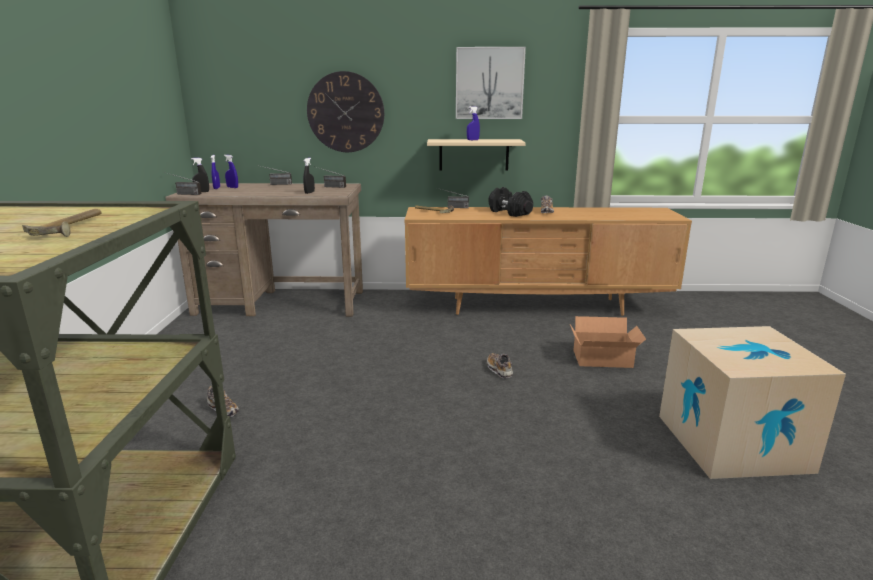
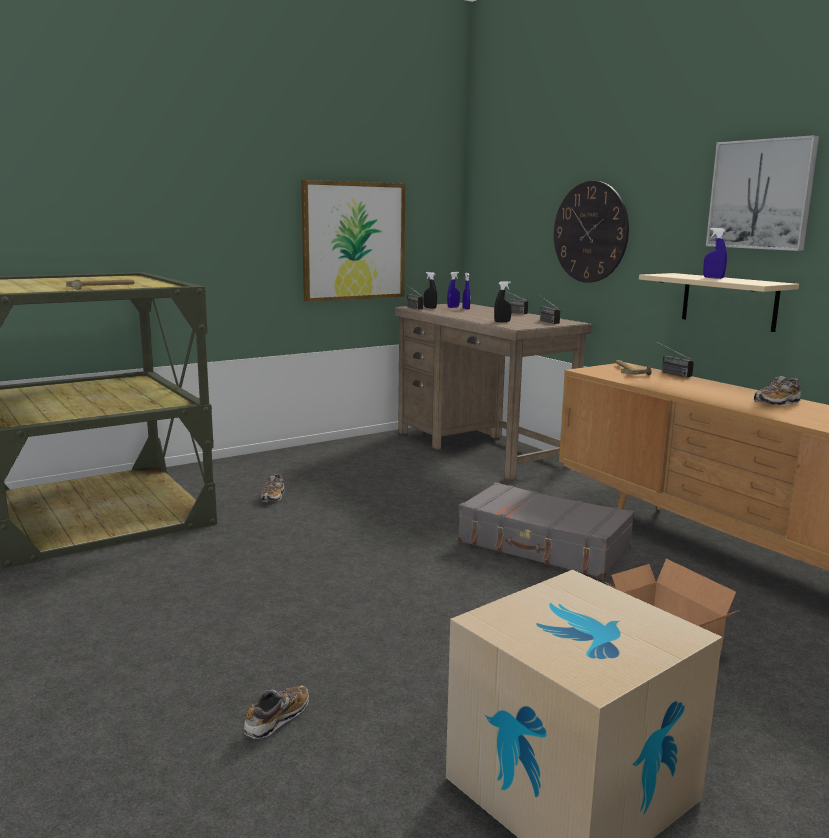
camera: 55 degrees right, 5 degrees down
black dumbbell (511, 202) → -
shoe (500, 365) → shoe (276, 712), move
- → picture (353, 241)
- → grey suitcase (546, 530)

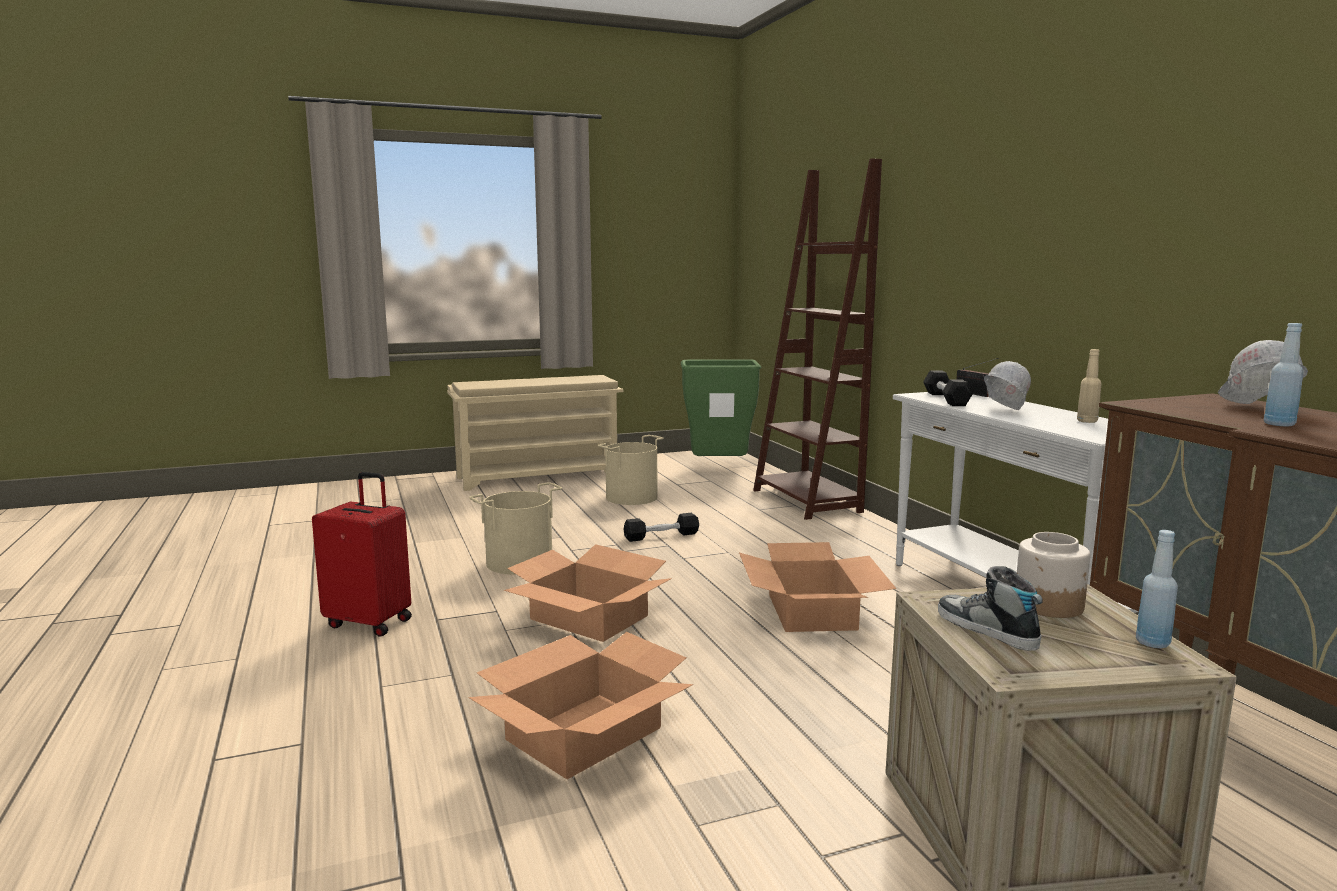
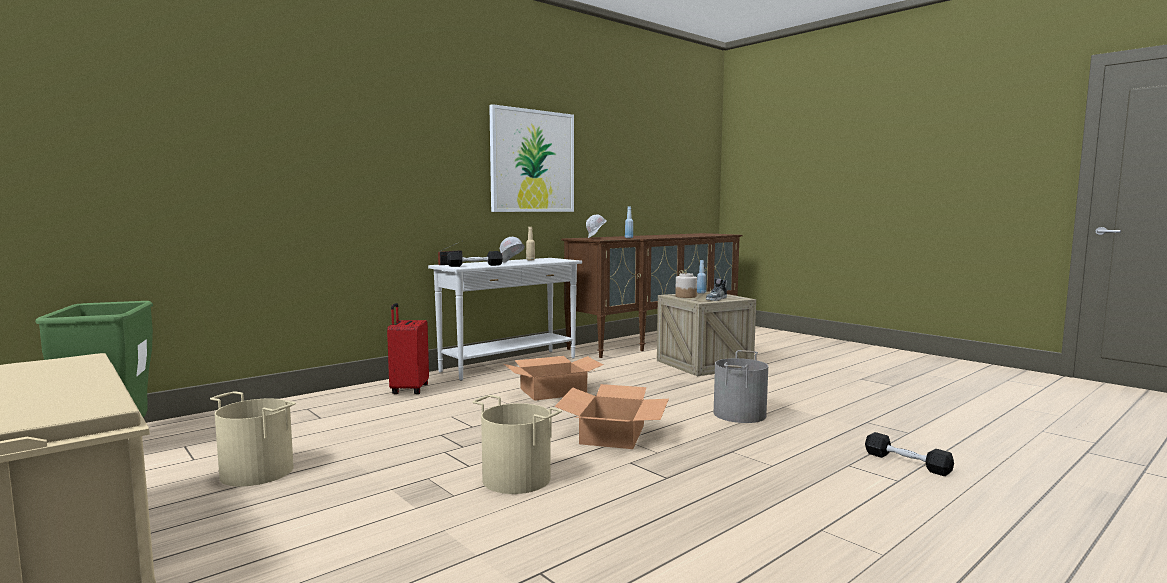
camera: 110 degrees left, 5 degrees down
brown bookcase (817, 339) → -
red suitcase (362, 554) → red suitcase (408, 348), move
black dumbbell (661, 527) → black dumbbell (909, 454), move
cardboard box (580, 705) → grey bucket (741, 386)
- → picture (531, 158)

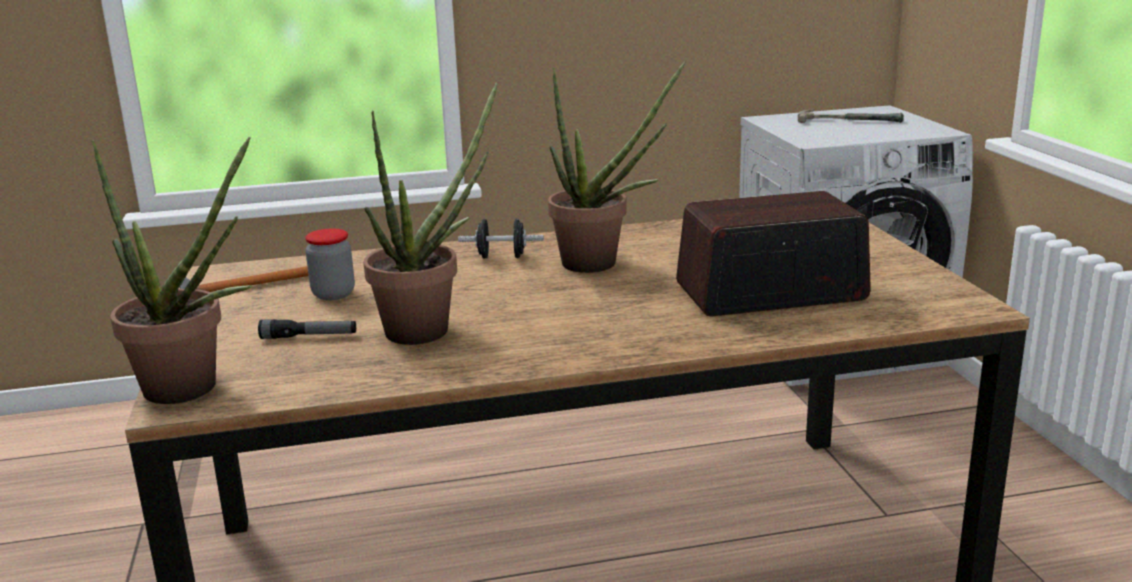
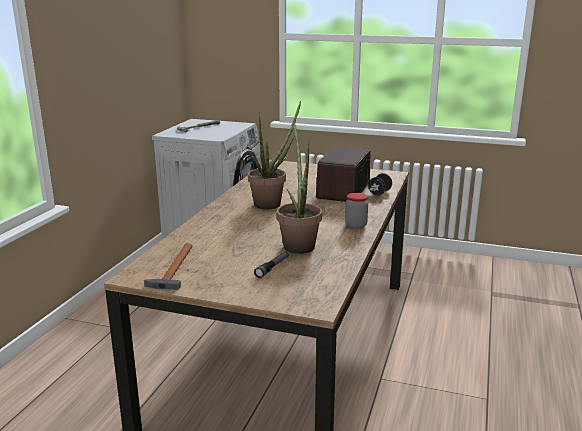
camera: 60 degrees left, 0 degrees up
potted plant (171, 270) → -
black dumbbell (501, 239) → black dumbbell (380, 184), move
jar (330, 264) → jar (356, 211), move

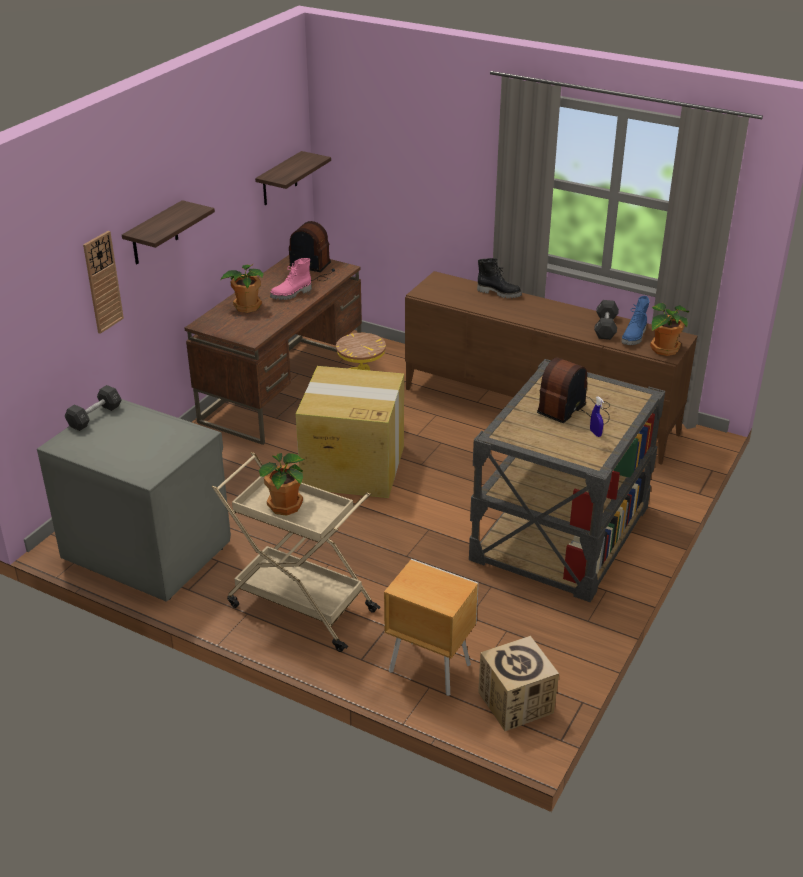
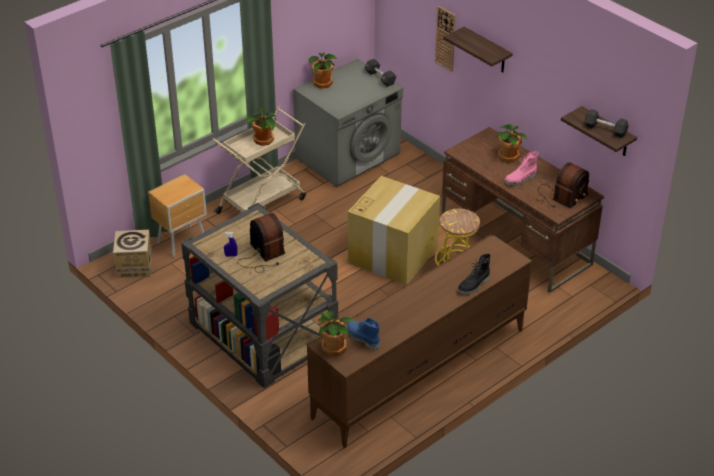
camera: 110 degrees right, 5 degrees up
pink boot (291, 279) → pink boot (521, 169), 105 degrees counterclockwise
black dumbbell (606, 320) → black dumbbell (607, 123), move
- → potted plant (322, 70)

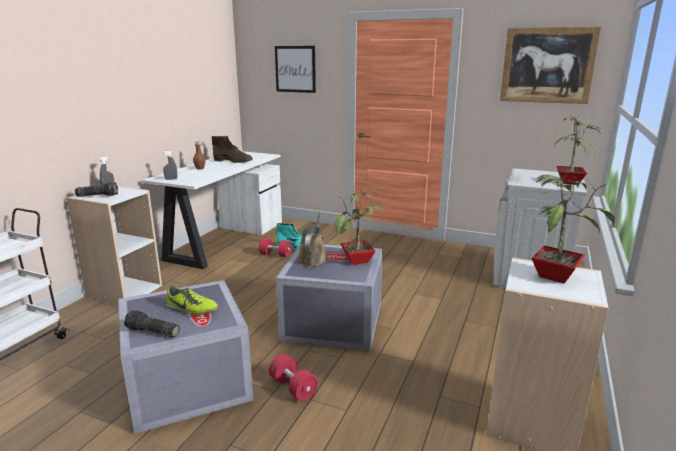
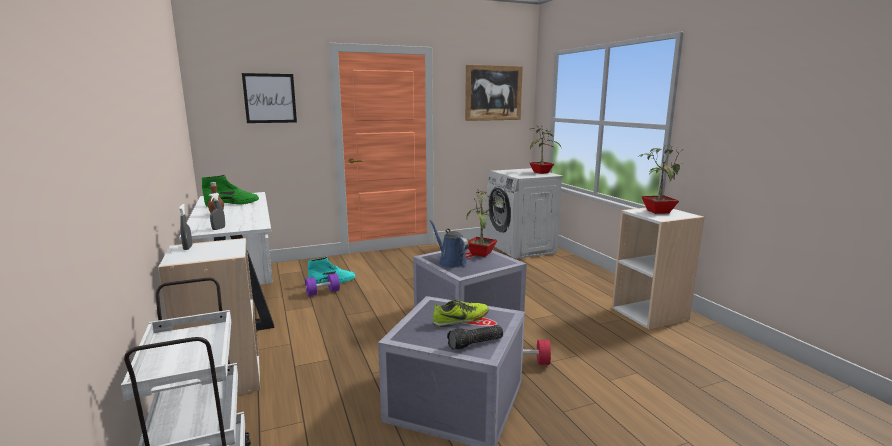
camera: 45 degrees left, 5 degrees down
brown boot (232, 149) → green boot (230, 191)
flashlight (96, 189) → -
brown watering can (312, 238) → blue watering can (449, 244)
red dumbbell (275, 247) → purple dumbbell (322, 285)

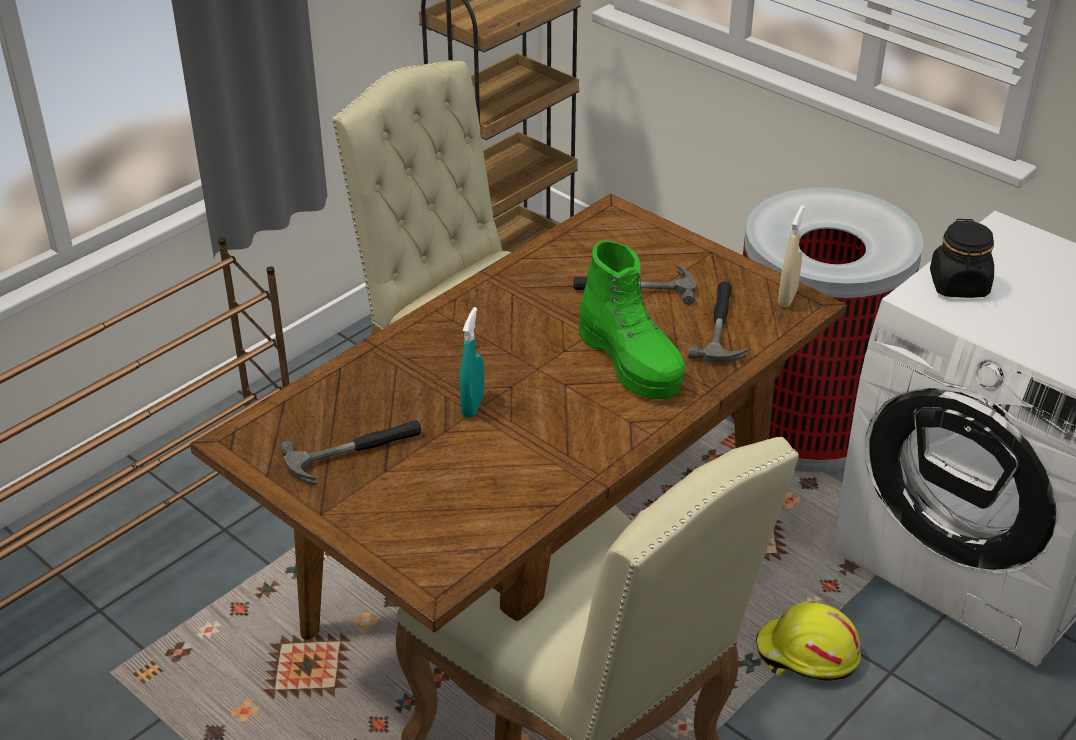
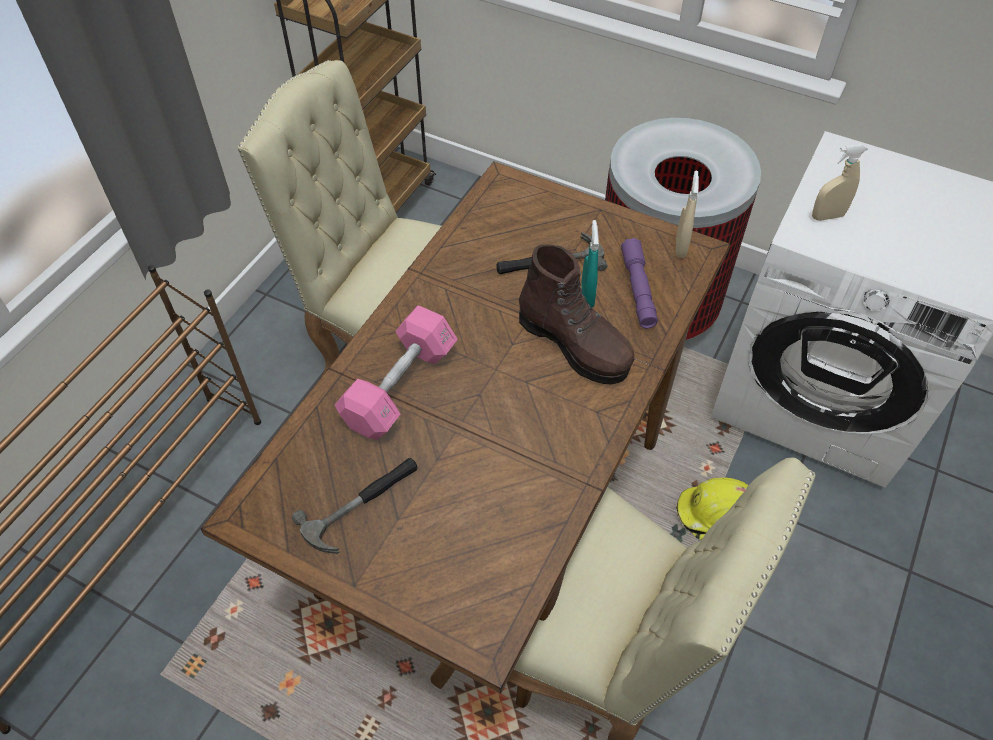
camera: 15 degrees left, 15 degrees up
black jar (962, 258) → beige spray bottle (840, 182)
green boot (632, 320) → brown boot (576, 314)
hammer (718, 322) → purple flashlight (639, 283)
turquoise spray bottle (472, 362) → turquoise spray bottle (590, 263), move
- → pink dumbbell (396, 372)

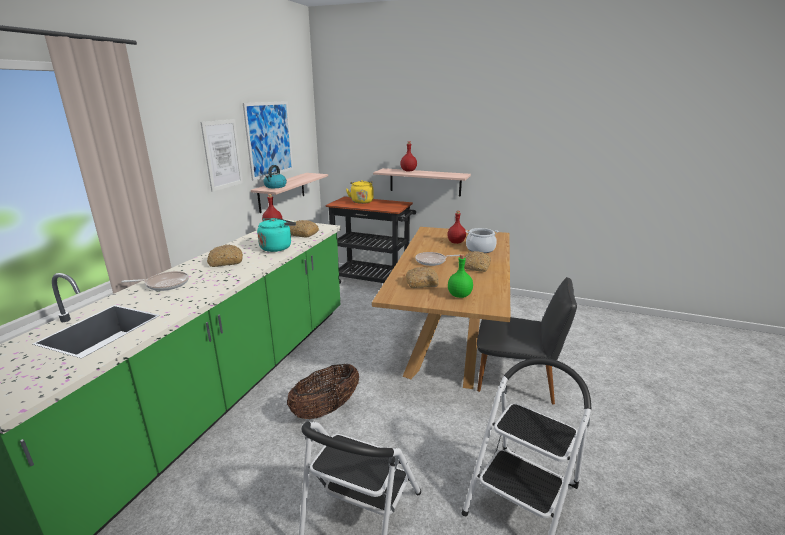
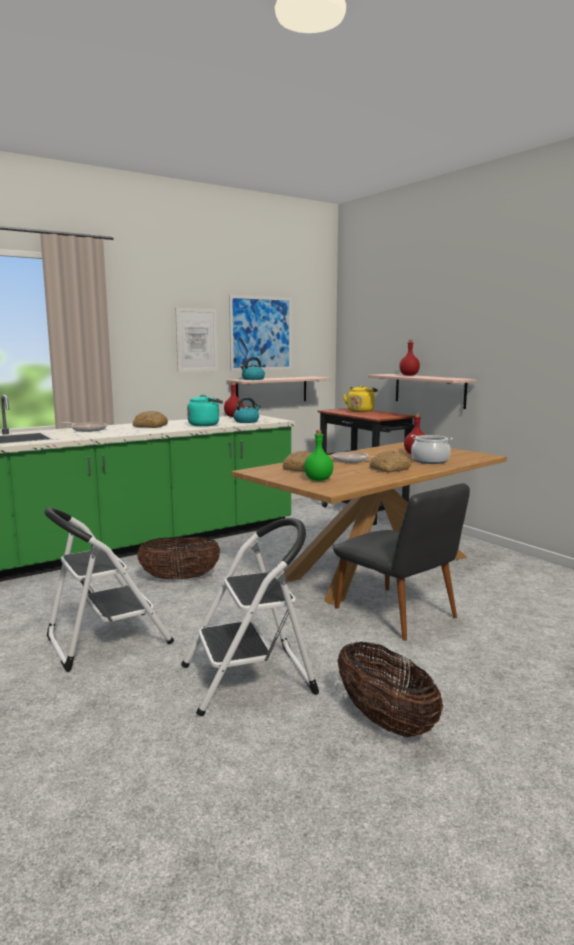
camera: 35 degrees right, 10 degrees down
bread (304, 229) → kettle (247, 410)
- → basket (390, 690)

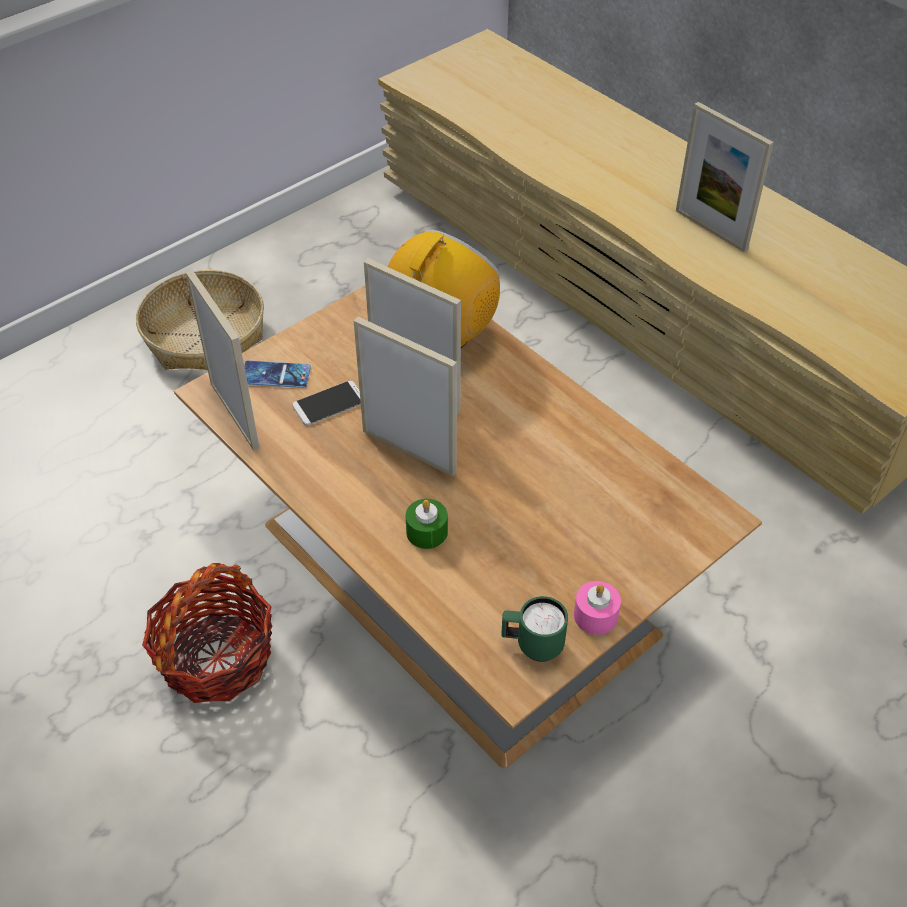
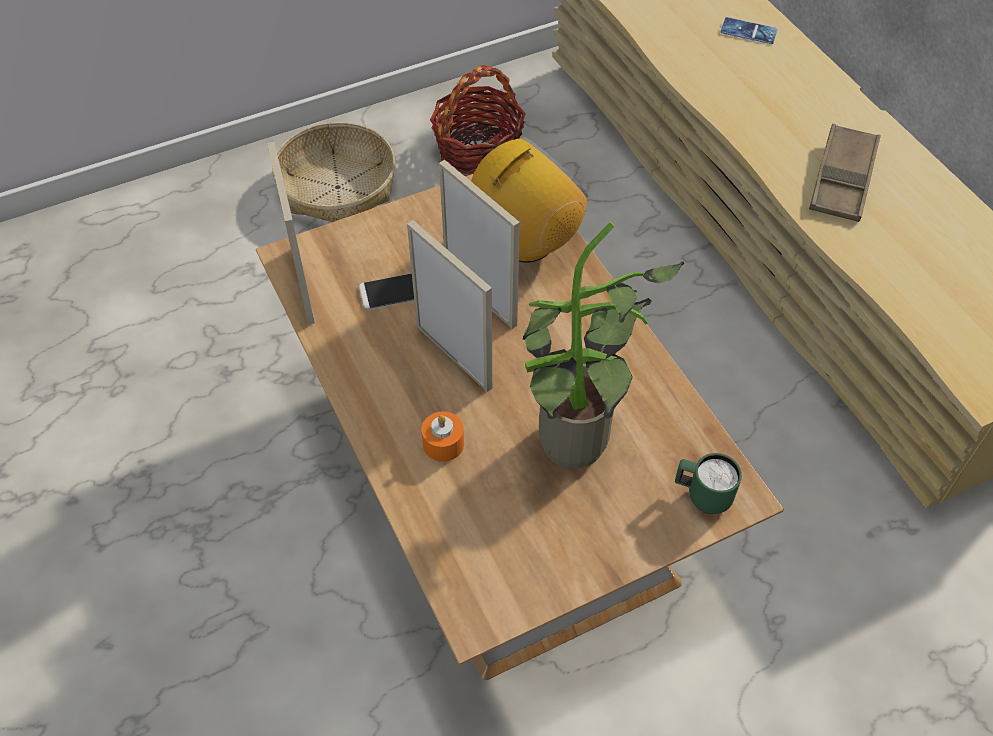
camera: 15 degrees right, 5 degrees up
picture frame (725, 177) → brown tray (845, 173)
phone (277, 374) → phone (749, 30), move
green candle (427, 524) → orange candle (442, 436)
basket (207, 633) → basket (478, 119), move
pink candle (597, 608) → -
green mug (534, 629) → green mug (708, 483), move
- → potted plant (603, 345)

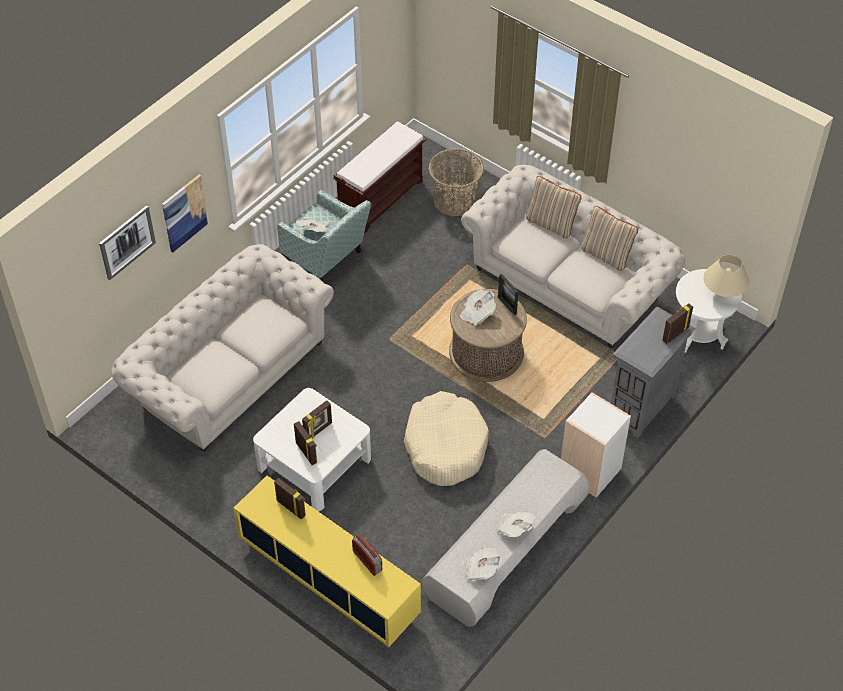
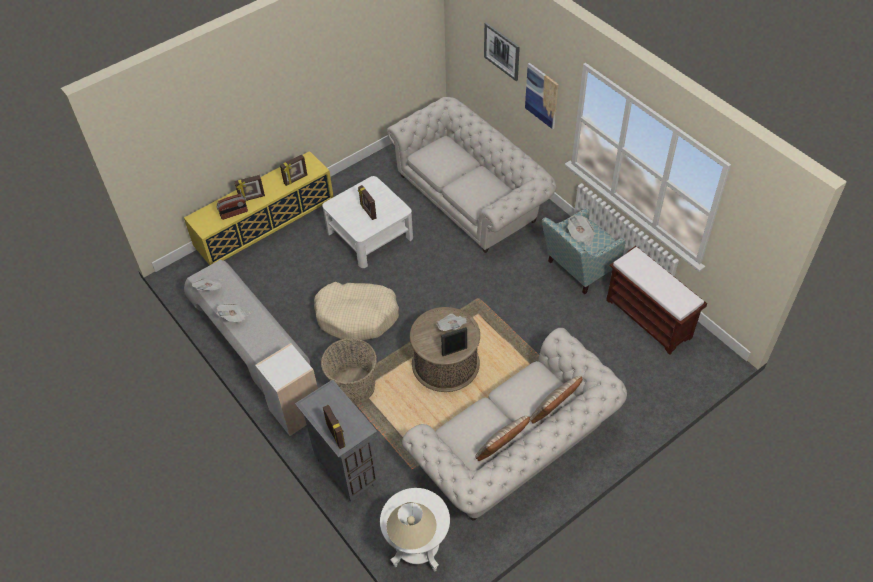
camera: 105 degrees right, 0 degrees up
basket (456, 182) → basket (349, 371), move
picture frame (305, 443) → picture frame (249, 188), move

